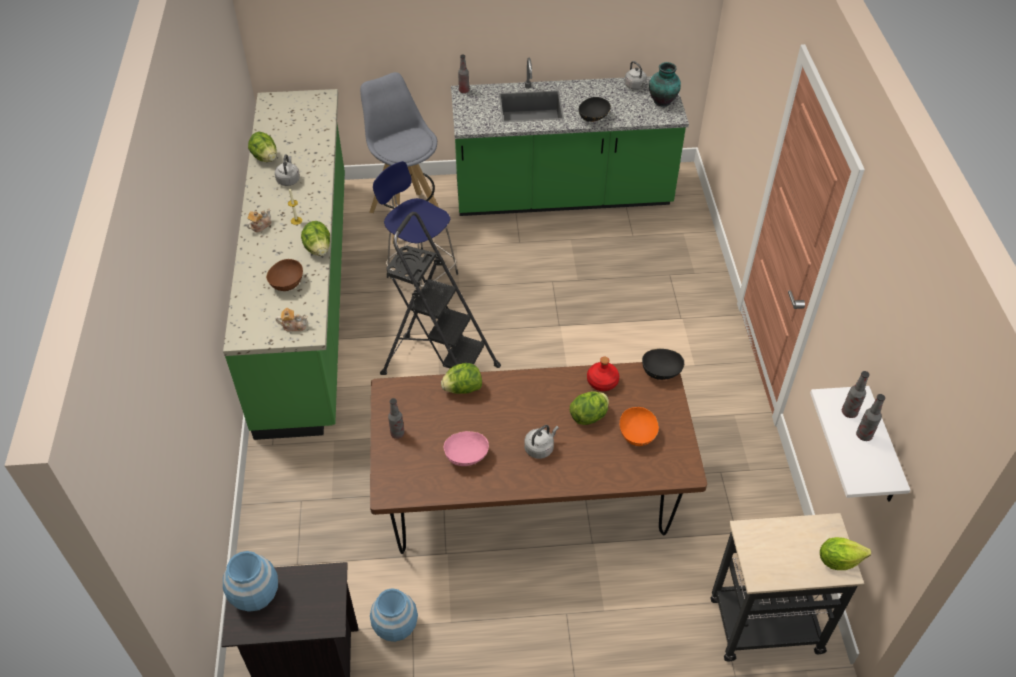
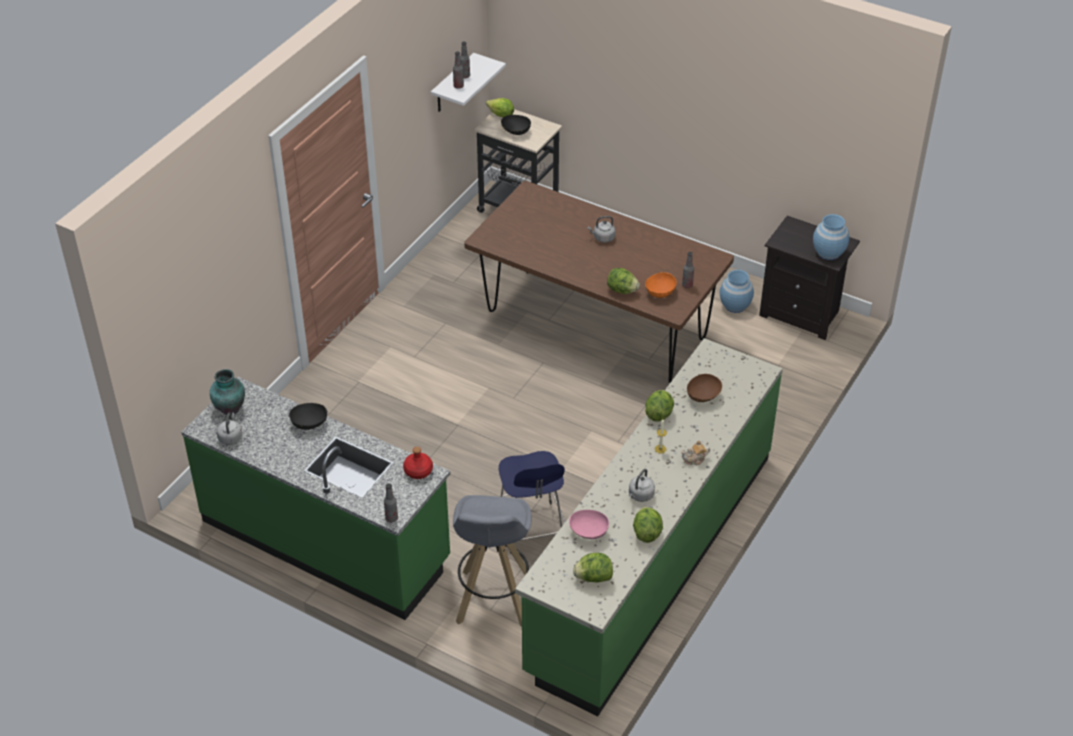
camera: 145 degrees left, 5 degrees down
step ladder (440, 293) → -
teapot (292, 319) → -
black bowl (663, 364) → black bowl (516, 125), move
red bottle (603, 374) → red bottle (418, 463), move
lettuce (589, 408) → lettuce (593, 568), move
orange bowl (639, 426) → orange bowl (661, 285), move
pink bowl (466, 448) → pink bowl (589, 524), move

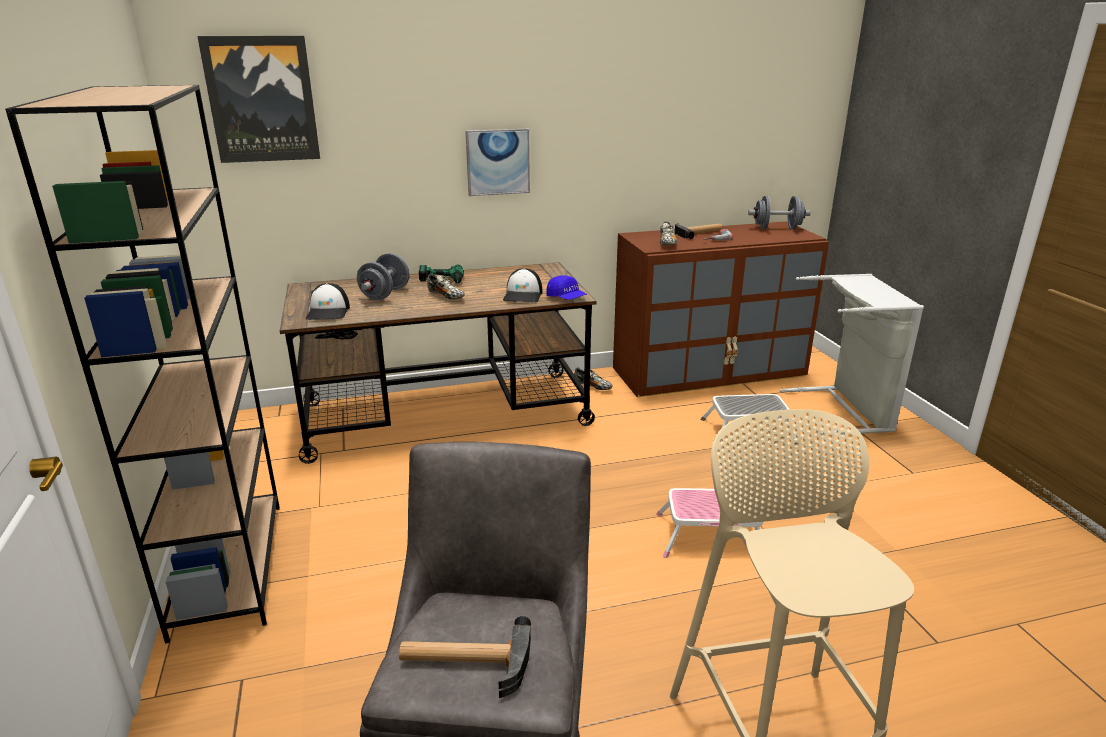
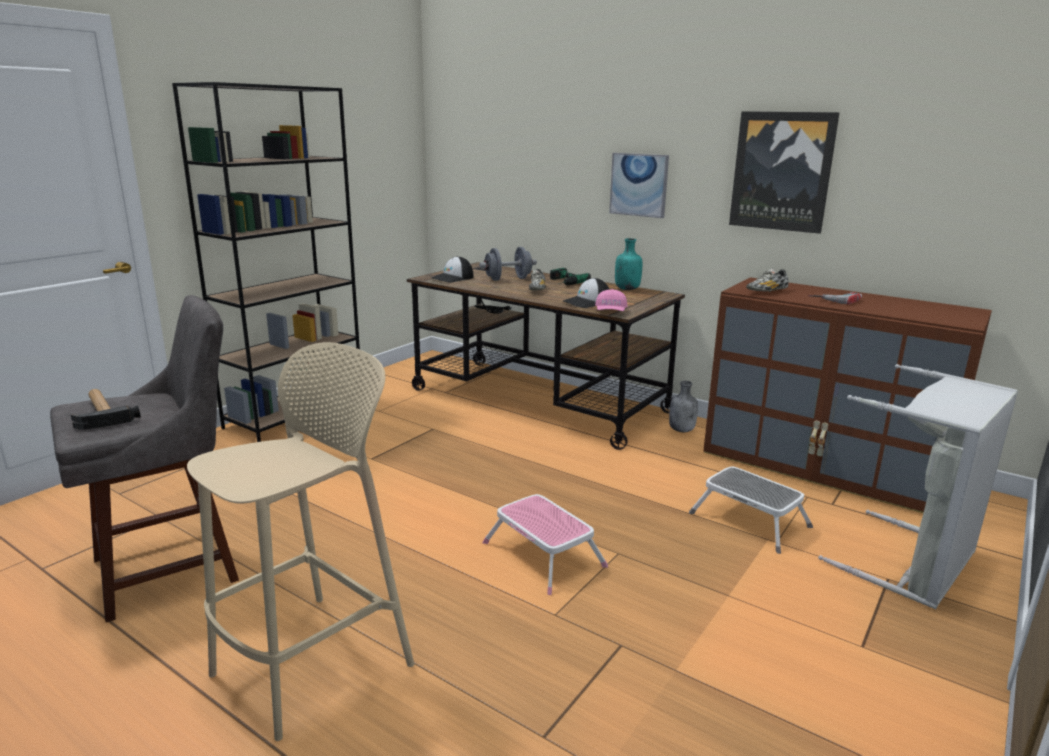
camera: 50 degrees right, 5 degrees down
picture (258, 99) → picture (784, 172), move
grey dumbbell (779, 213) → -
hammer (699, 231) → -
blue cap (566, 287) → pink cap (611, 300)
shoe (593, 378) → grey bottle (683, 406)
- → turquoise bottle (628, 264)

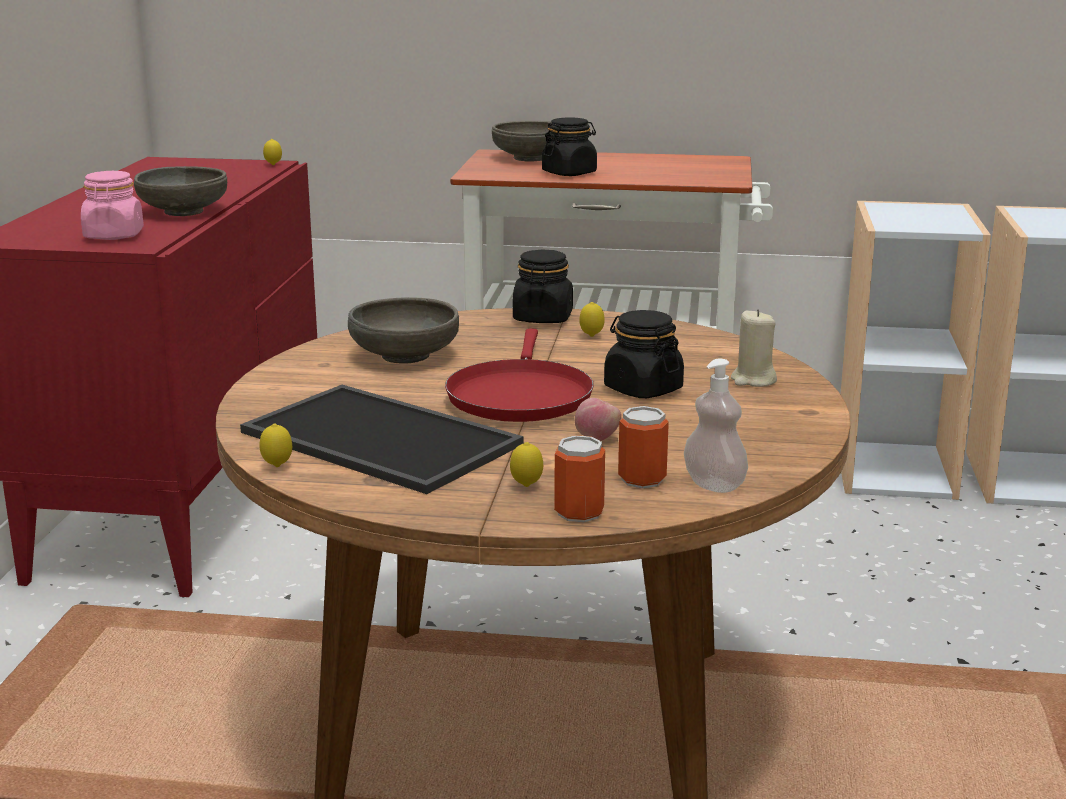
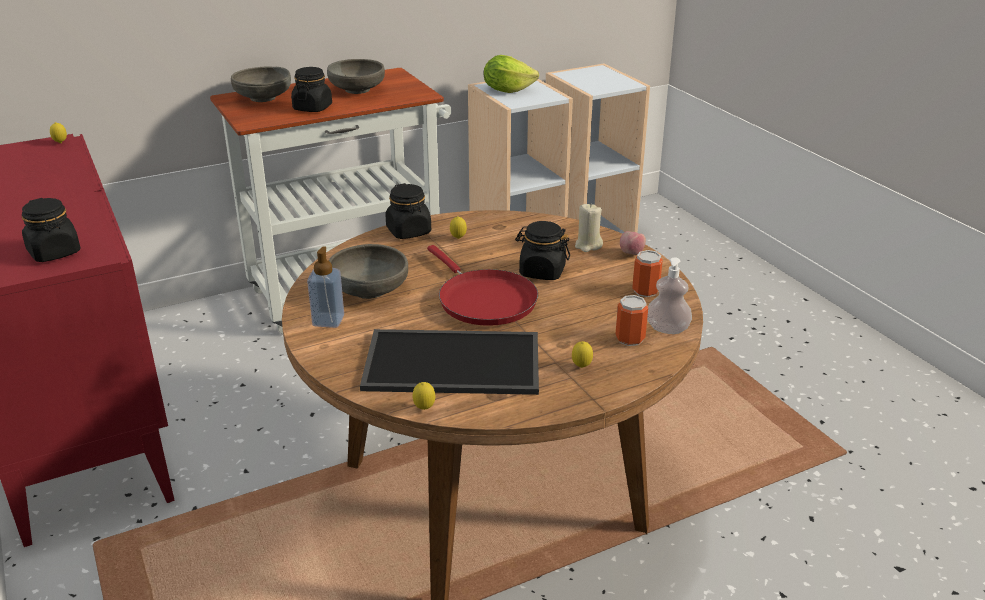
camera: 35 degrees left, 10 degrees up
grey bowl (180, 191) → grey bowl (356, 76), move
pink jar (112, 205) → black jar (51, 230)
apple (598, 419) → apple (633, 243), move
can (579, 478) → can (647, 273), move
- → lettuce (511, 74)
- → soap dispenser (325, 287)

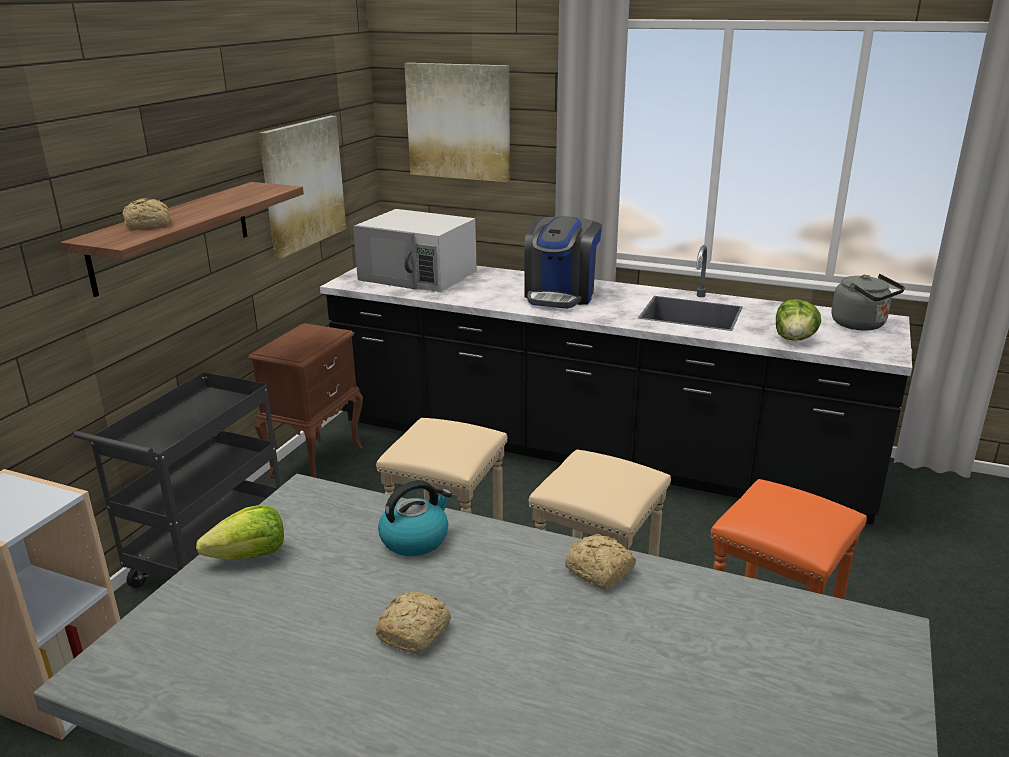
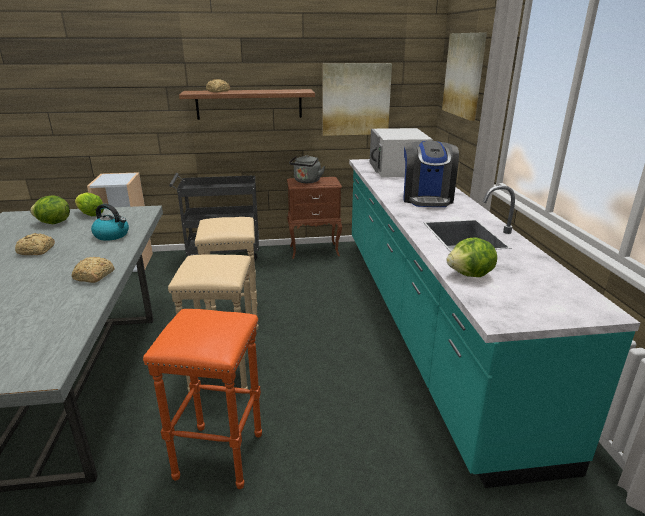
camera: 60 degrees right, 0 degrees up
coffee machine (563, 262) → coffee machine (431, 174), 75 degrees counterclockwise
black counter (616, 385) → turquoise counter (494, 323)
grey kettle (868, 302) → grey kettle (307, 169), move
- → lettuce (50, 210)

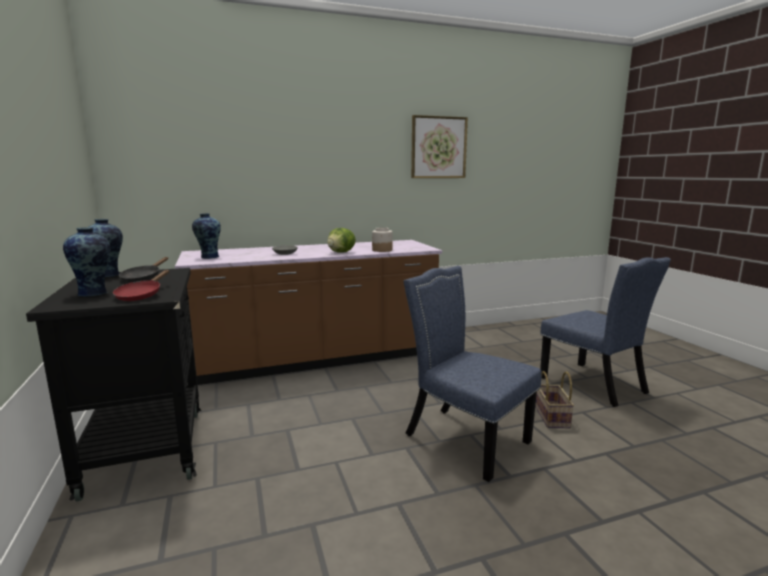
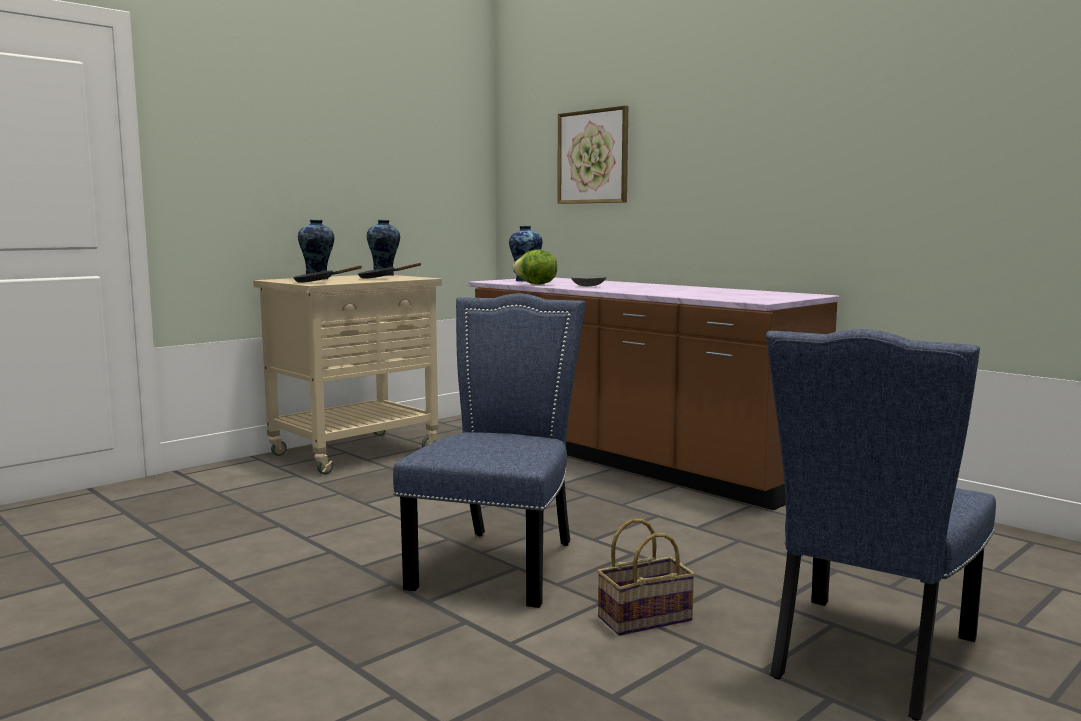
camera: 65 degrees right, 5 degrees down
picture (439, 146) → picture (592, 154), move
jar (382, 239) → -
lettuce (341, 240) → lettuce (535, 267), move
black cart (113, 384) → beige cart (347, 375)
red frying pan (141, 285) → black frying pan (327, 274)

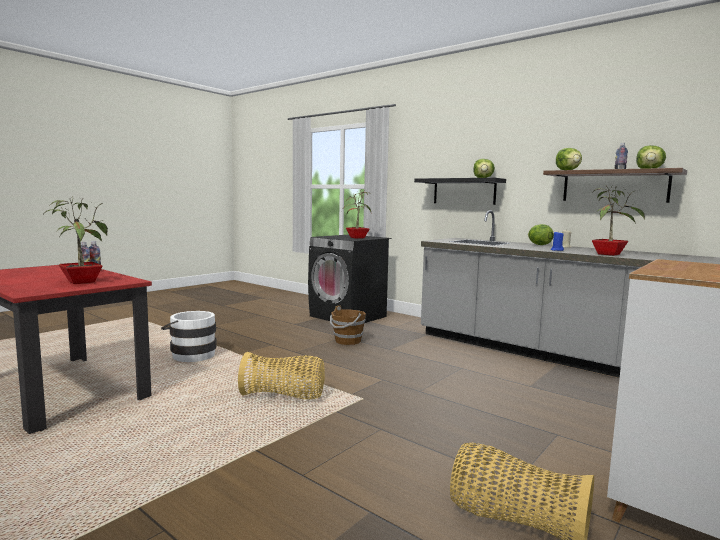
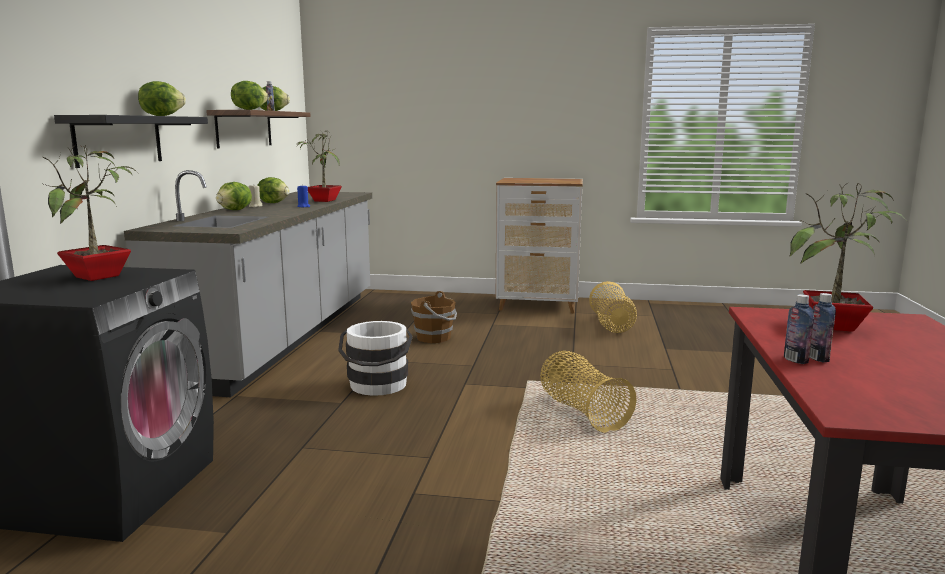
camera: 120 degrees left, 5 degrees up
brown bucket (348, 325) → brown bucket (434, 317), move
white bucket (189, 336) → white bucket (375, 358), move
- → lettuce (273, 190)

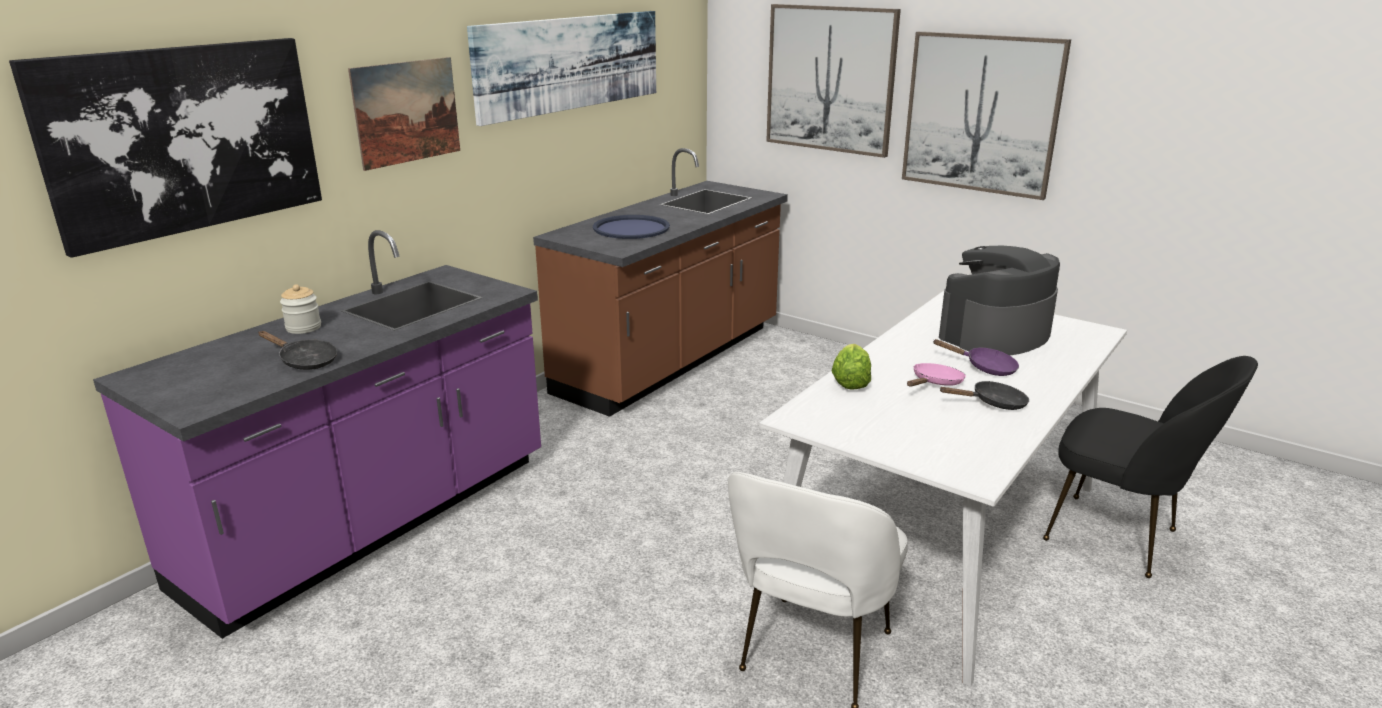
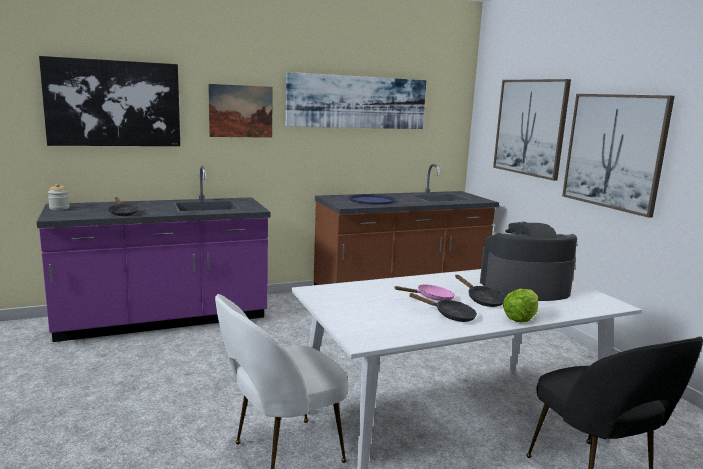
camera: 30 degrees right, 10 degrees down
jar (300, 309) → jar (59, 196), move
purple frying pan (975, 357) → black frying pan (480, 291)
lettuce (851, 367) → lettuce (520, 305), move

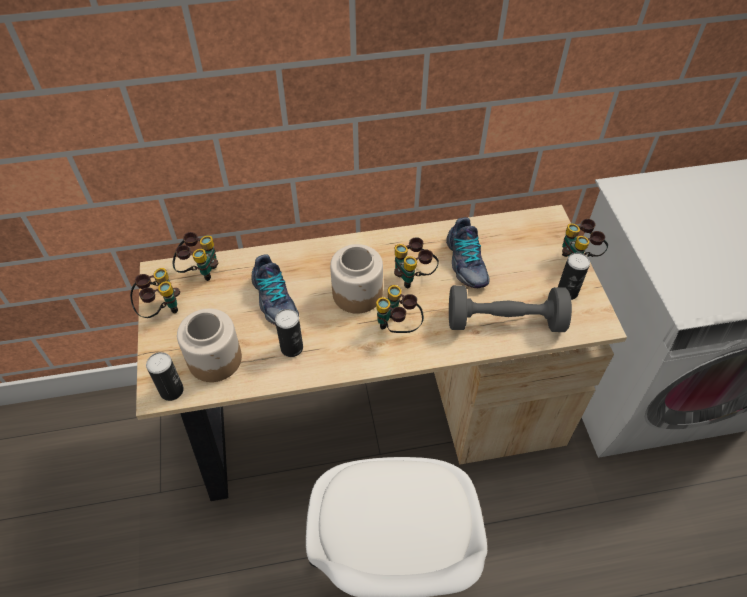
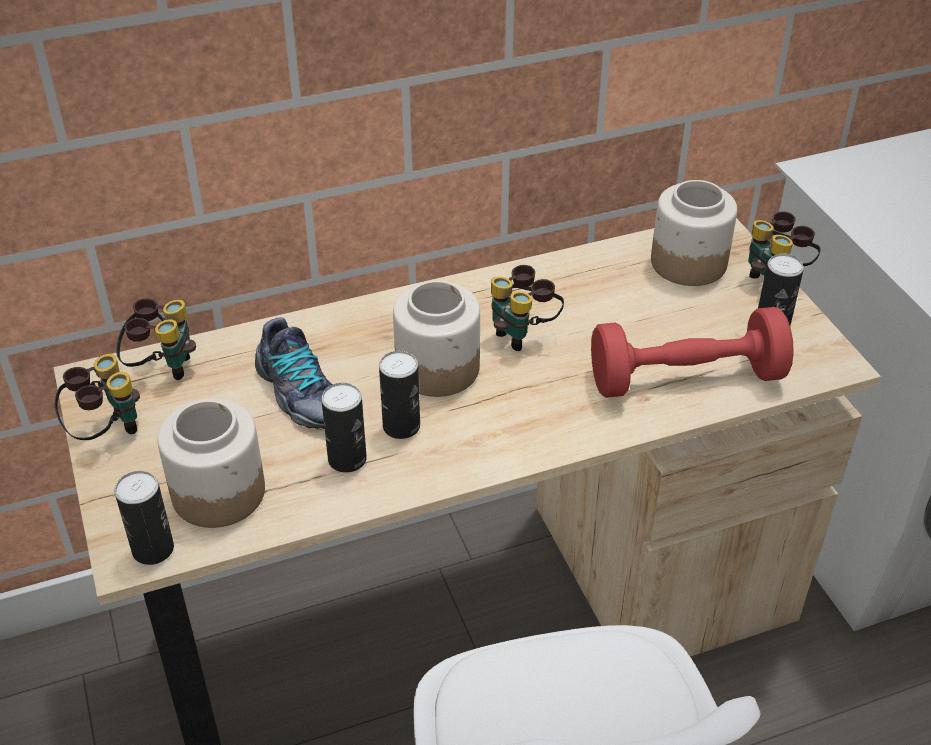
camera: 10 degrees left, 10 degrees down
shoe (468, 252) → -
binoculars (400, 309) → -
grey dumbbell (510, 308) → red dumbbell (692, 352)
- → jar (694, 233)
- → can (399, 395)

